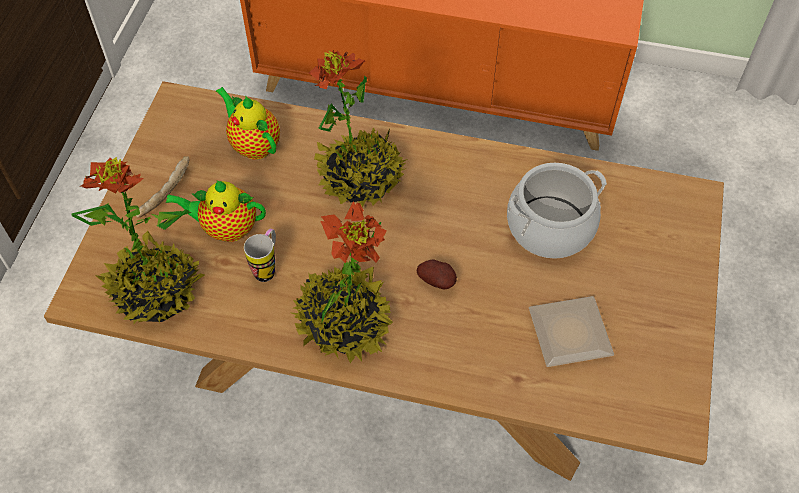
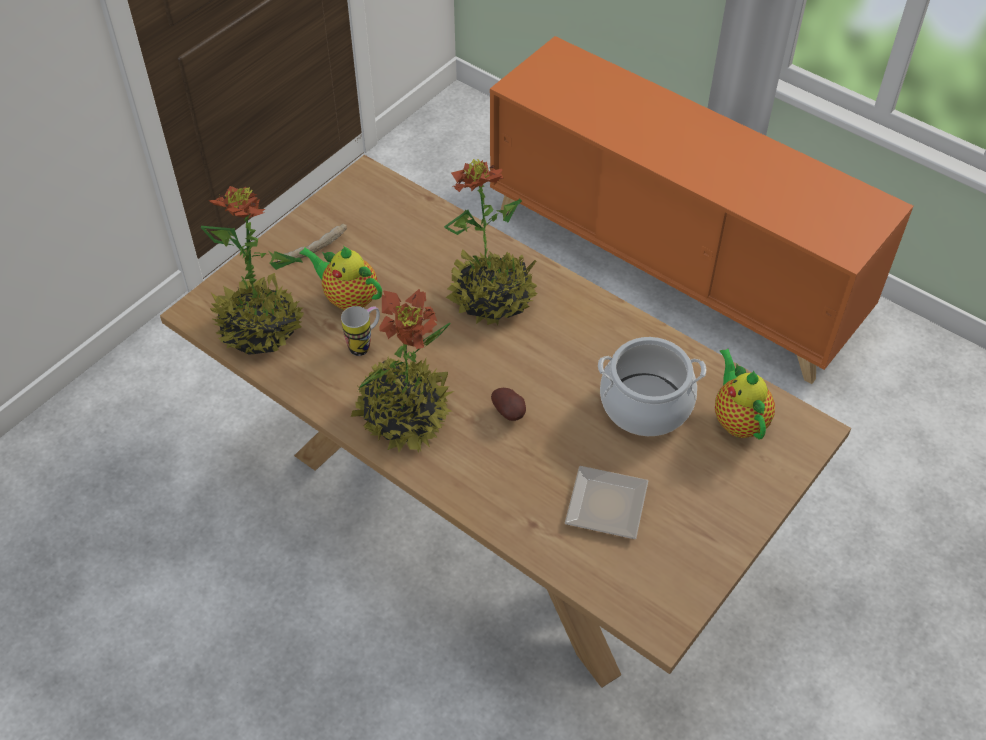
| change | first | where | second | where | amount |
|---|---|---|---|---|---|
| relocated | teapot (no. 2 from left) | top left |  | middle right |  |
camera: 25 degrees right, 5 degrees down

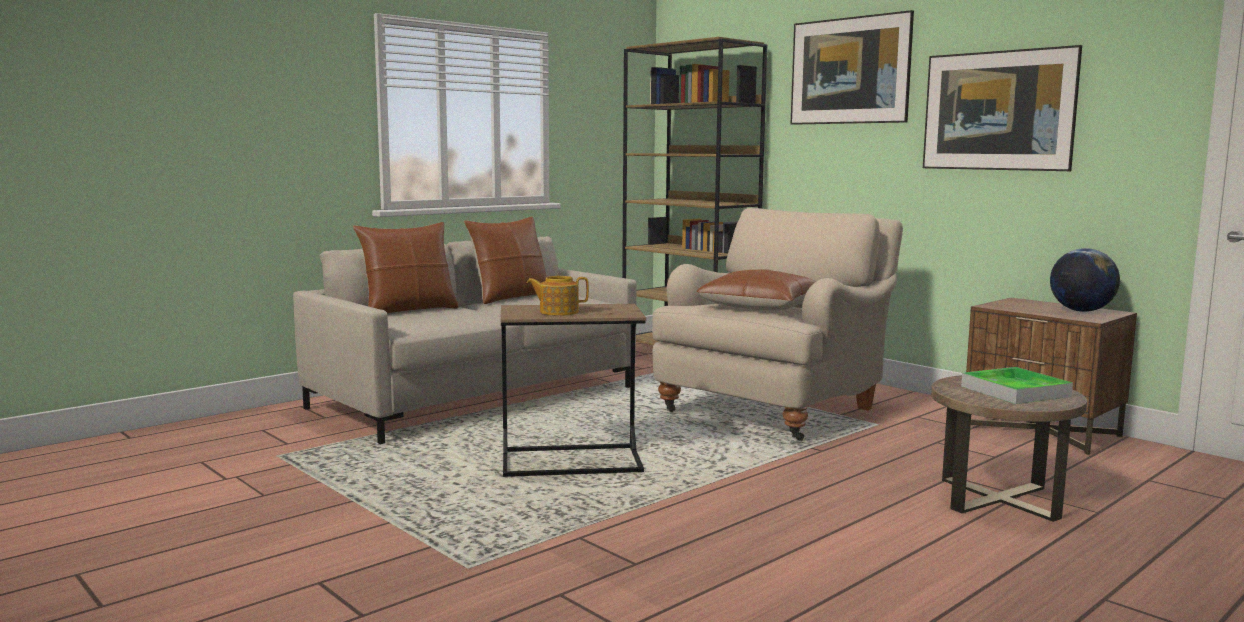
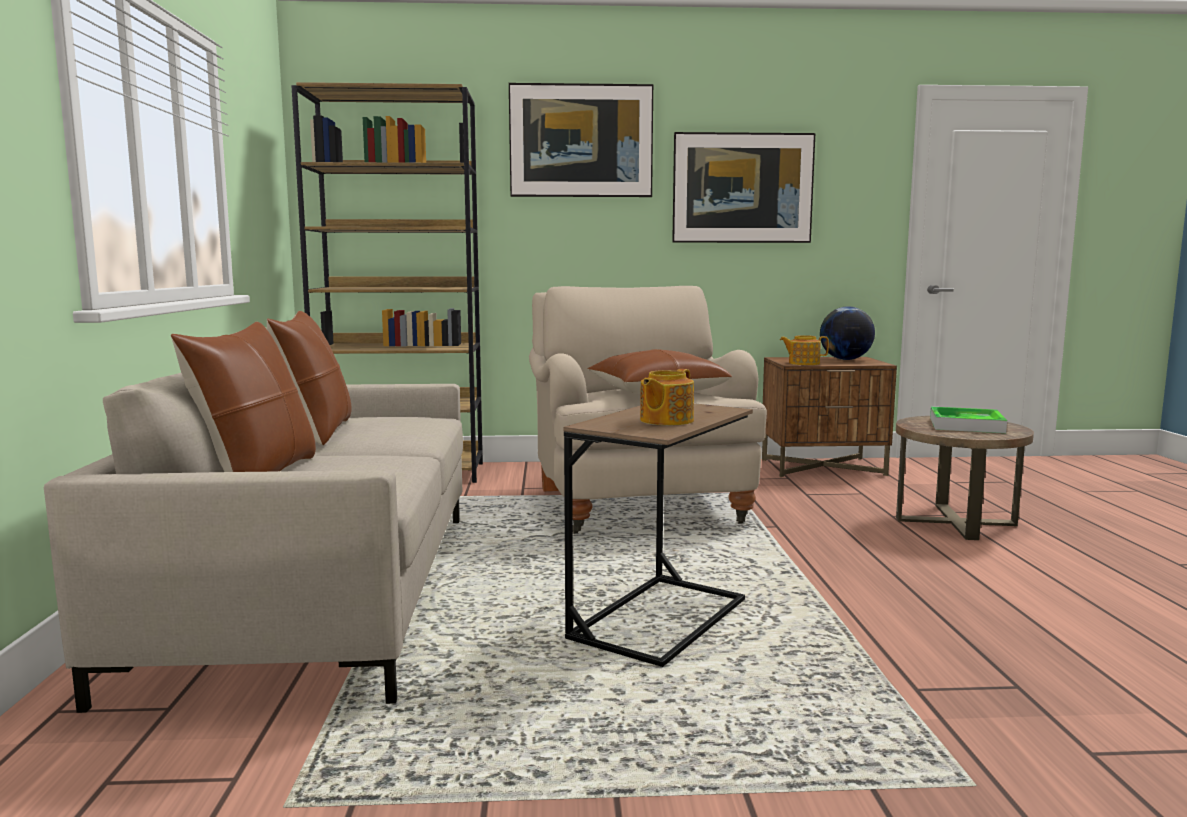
| change | first | where | second | where | amount |
|---|---|---|---|---|---|
| appeared |  |  | teapot (no. 2 from left) | middle right |  |
camera: 50 degrees left, 0 degrees up

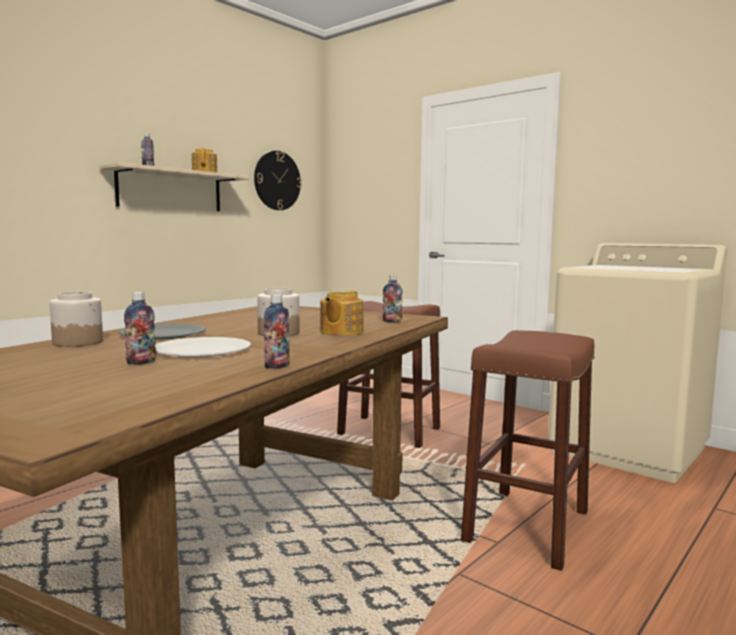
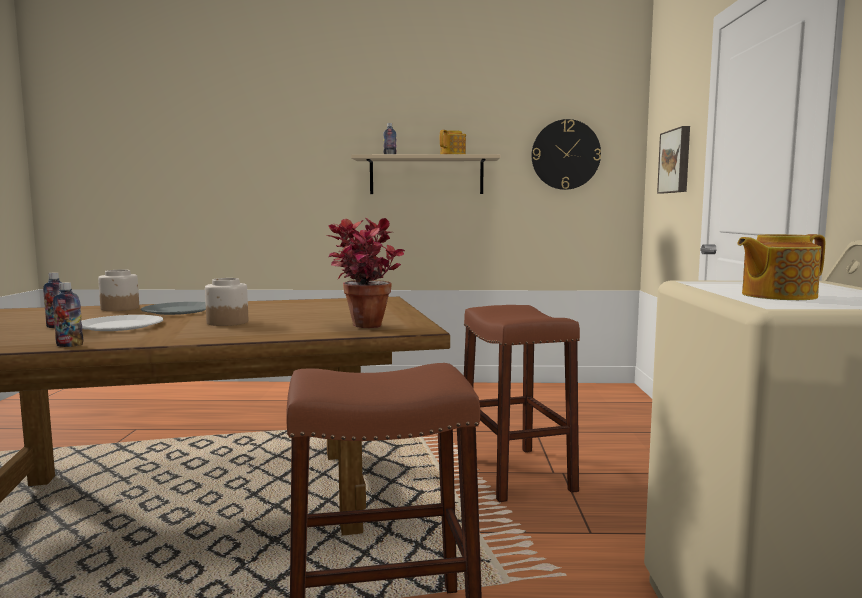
| change | first | where | second | where | amount |
|---|---|---|---|---|---|
| relocated | teapot (no. 2 from left) | centre |  | middle right |  |
| exchanged | drink bottle (no. 4 from left) | centre | potted plant | centre |  |
| appeared |  |  | picture | top right |  |
camera: 50 degrees right, 0 degrees up

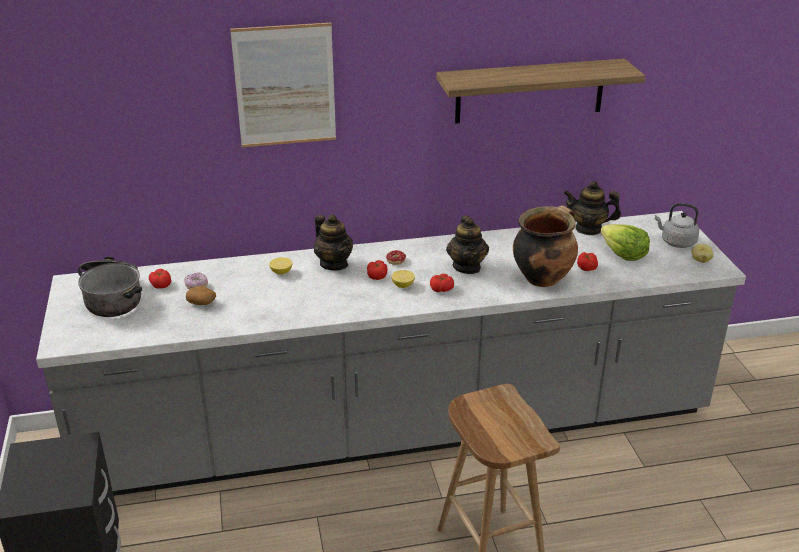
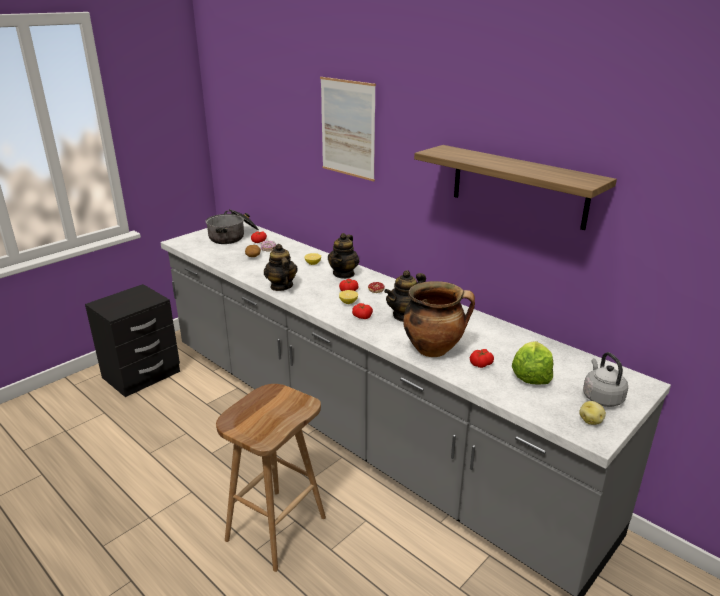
| change | first | where | second | where | amount |
|---|---|---|---|---|---|
| relocated | teapot (no. 3 from left in the first image) | middle right | teapot (no. 1 from left) | centre |  |
camera: 55 degrees right, 5 degrees down

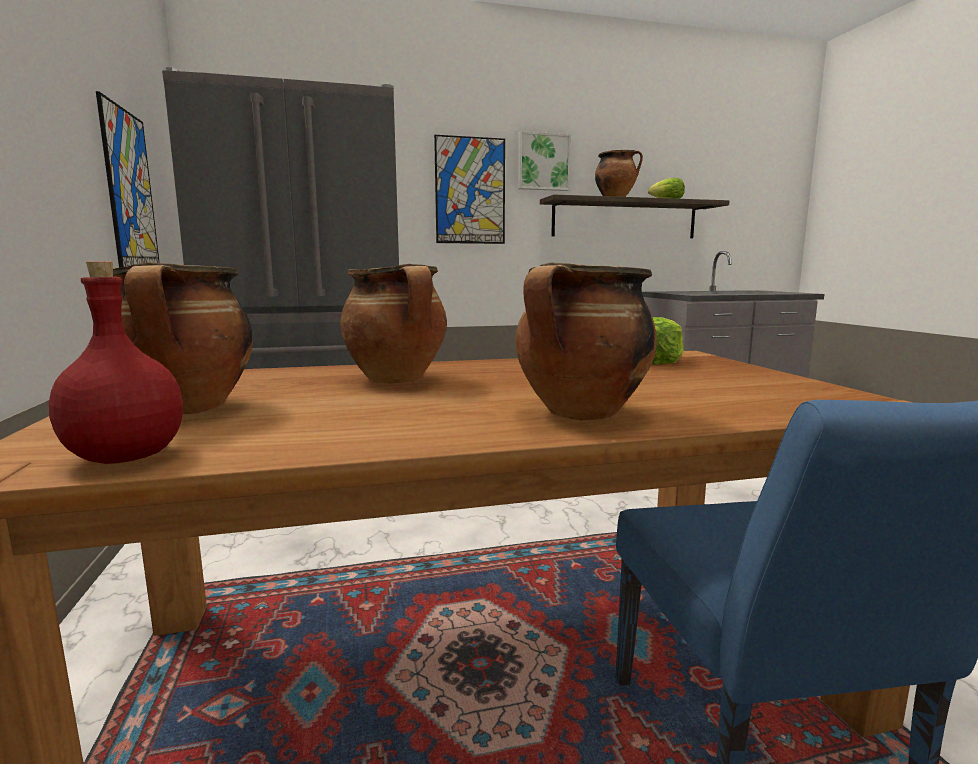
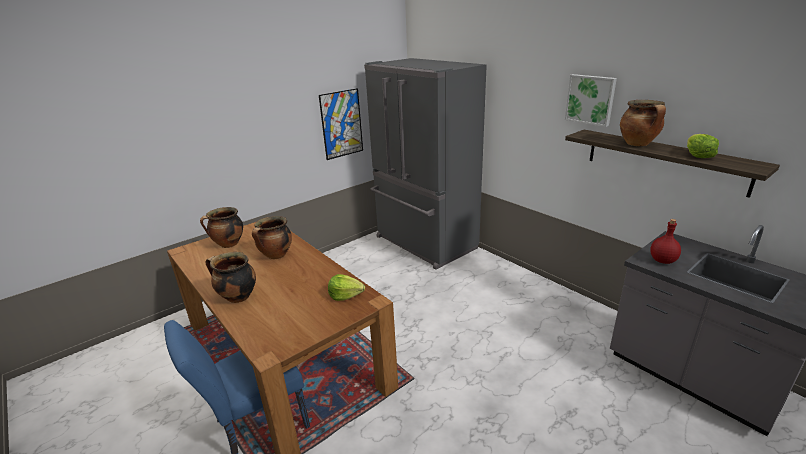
| change | first | where | second | where | amount |
|---|---|---|---|---|---|
| relocated | red-coloured drink bottle | middle left |  | middle right |  |
| missing | picture (no. 2 from left) | top centre |  |  |  |
camera: 65 degrees right, 15 degrees up

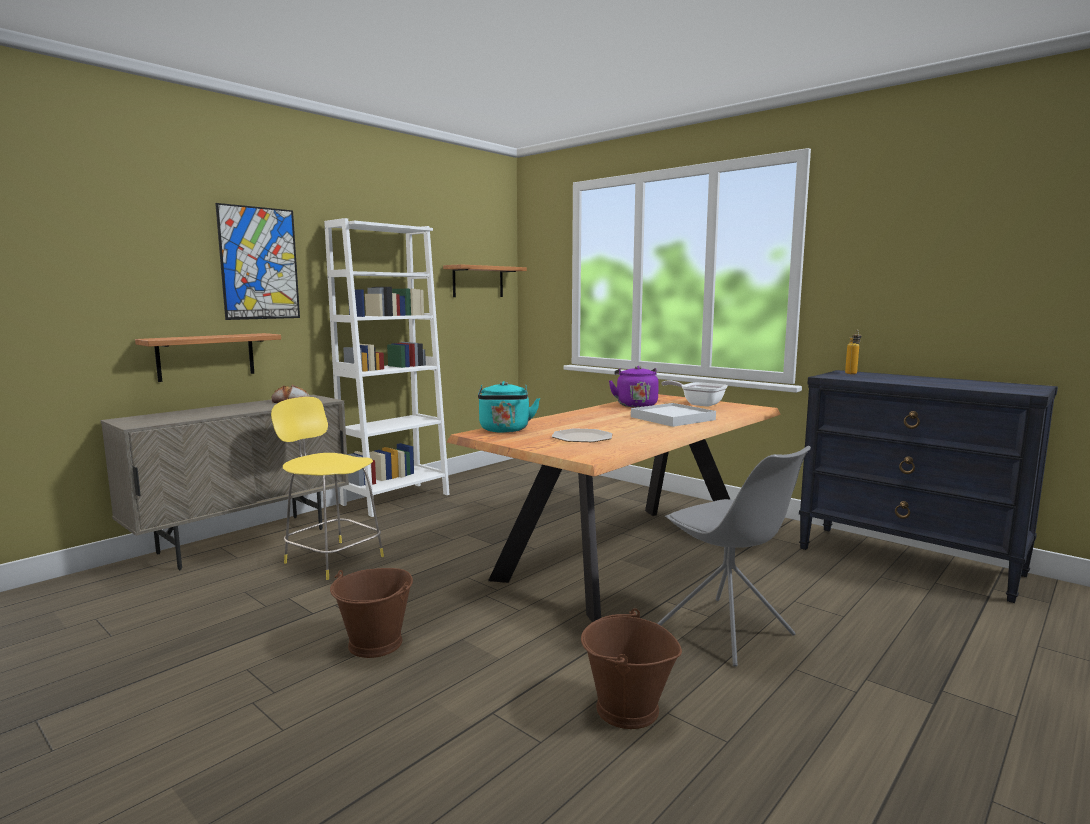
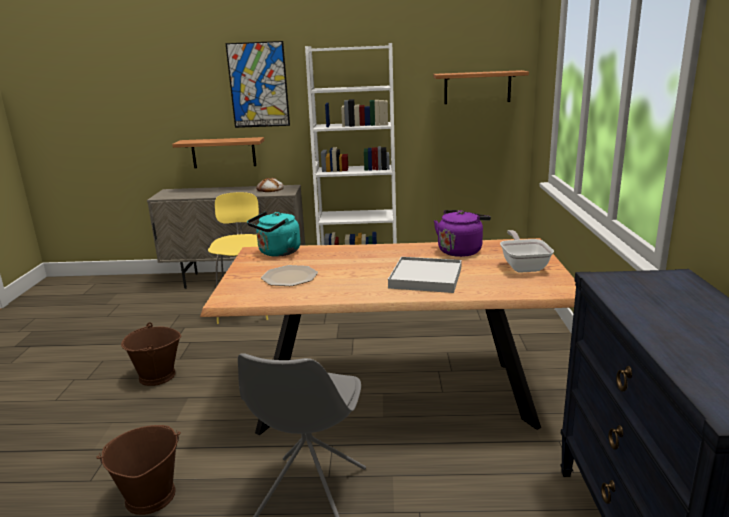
| change | first | where | second | where | amount |
|---|---|---|---|---|---|
| missing | drink bottle | middle right |  |  |  |
camera: 50 degrees right, 10 degrees up

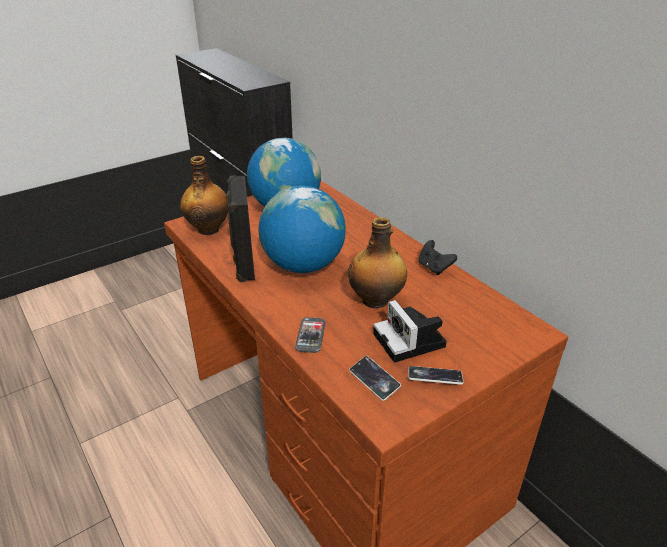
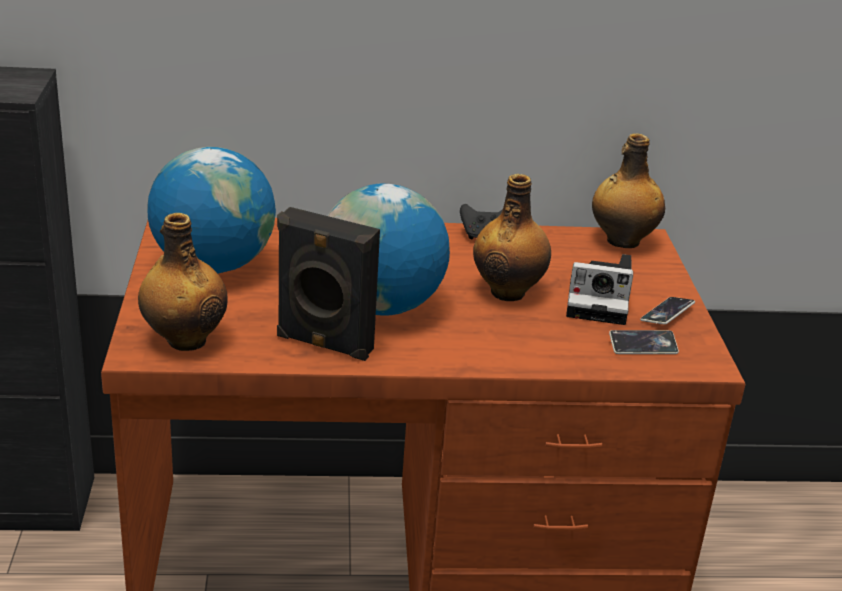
| change | first | where | second | where | amount |
|---|---|---|---|---|---|
| missing | phone (no. 1 from left) | centre |  |  |  |
| appeared |  |  | drink bottle (no. 3 from left) | top right |  |
camera: 60 degrees left, 5 degrees down

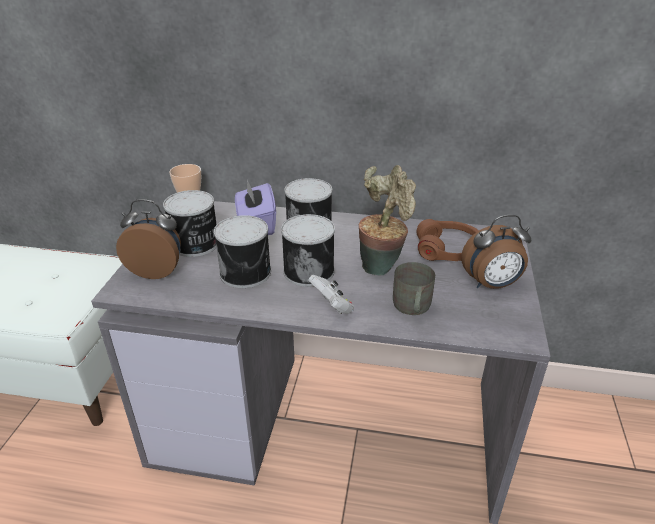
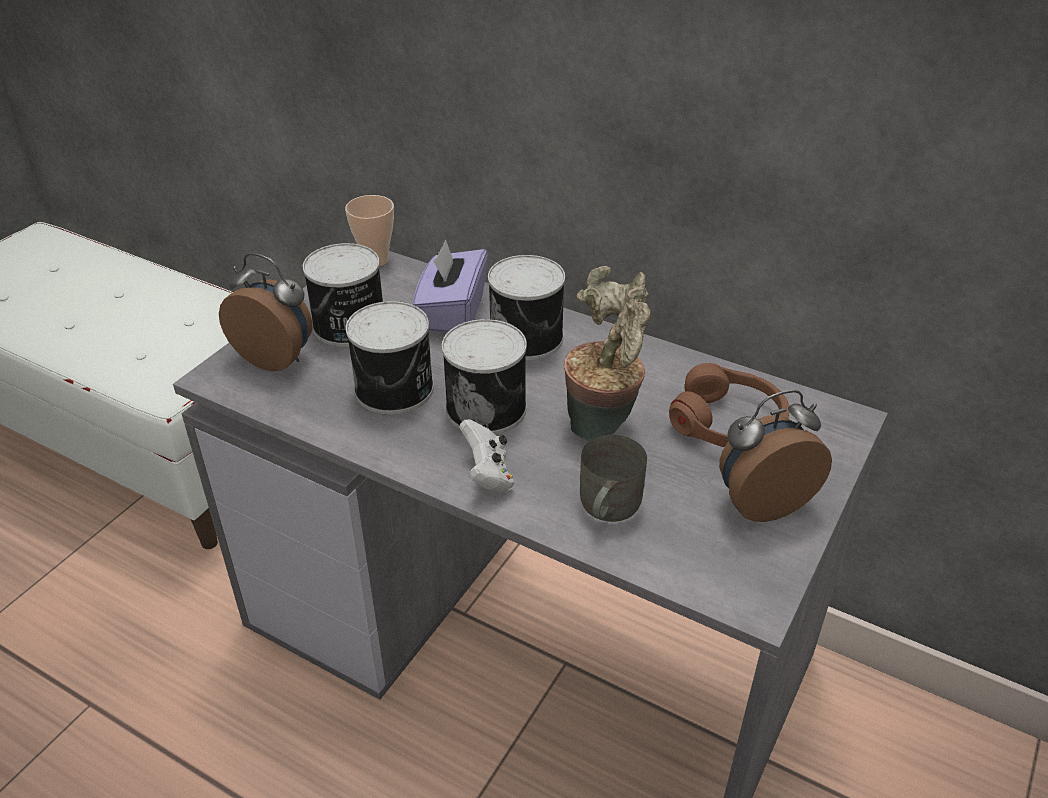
| change | first | where | second | where | amount |
|---|---|---|---|---|---|
| spun | alarm clock (no. 2 from left) | middle right |  | middle right | 150 degrees clockwise |
camera: 20 degrees right, 5 degrees up

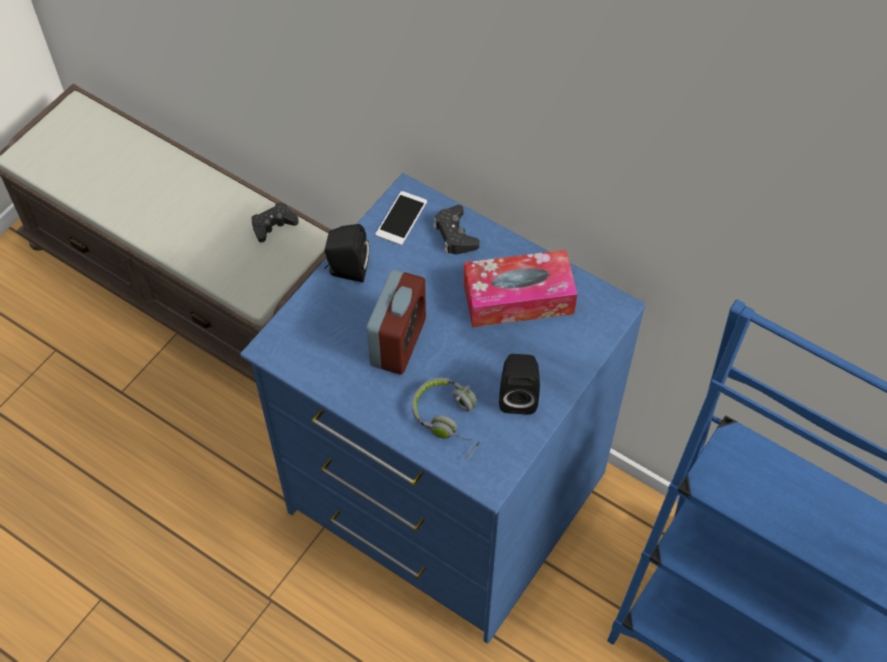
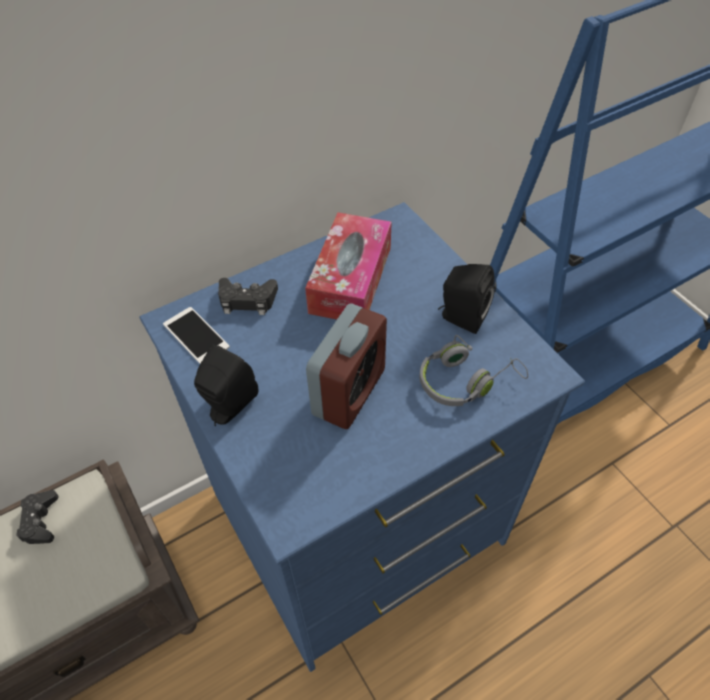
| change | first | where | second | where | amount |
|---|---|---|---|---|---|
| spun | alarm clock | centre |  | centre | 75 degrees clockwise |
camera: 65 degrees left, 5 degrees down

